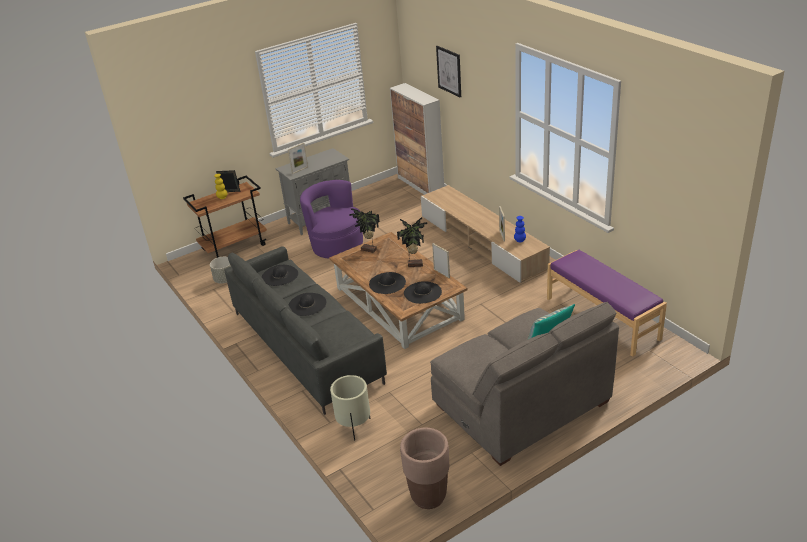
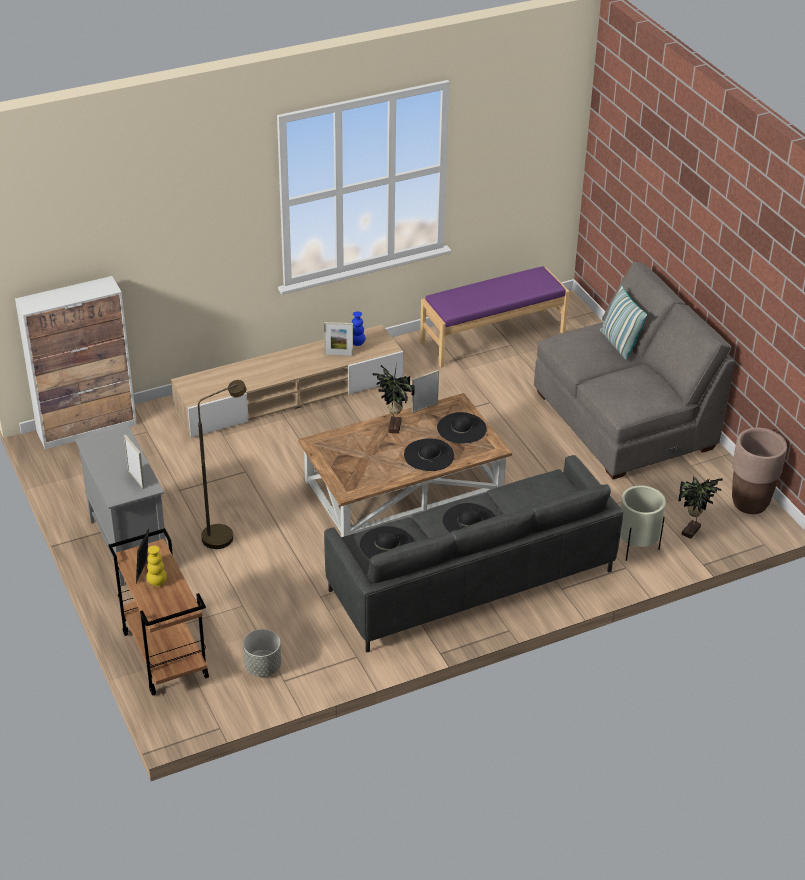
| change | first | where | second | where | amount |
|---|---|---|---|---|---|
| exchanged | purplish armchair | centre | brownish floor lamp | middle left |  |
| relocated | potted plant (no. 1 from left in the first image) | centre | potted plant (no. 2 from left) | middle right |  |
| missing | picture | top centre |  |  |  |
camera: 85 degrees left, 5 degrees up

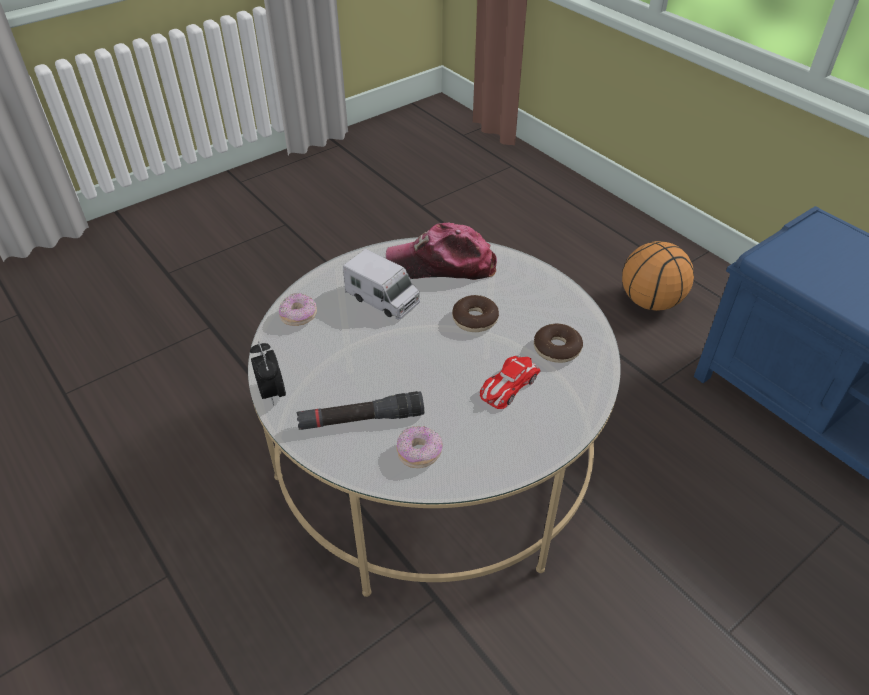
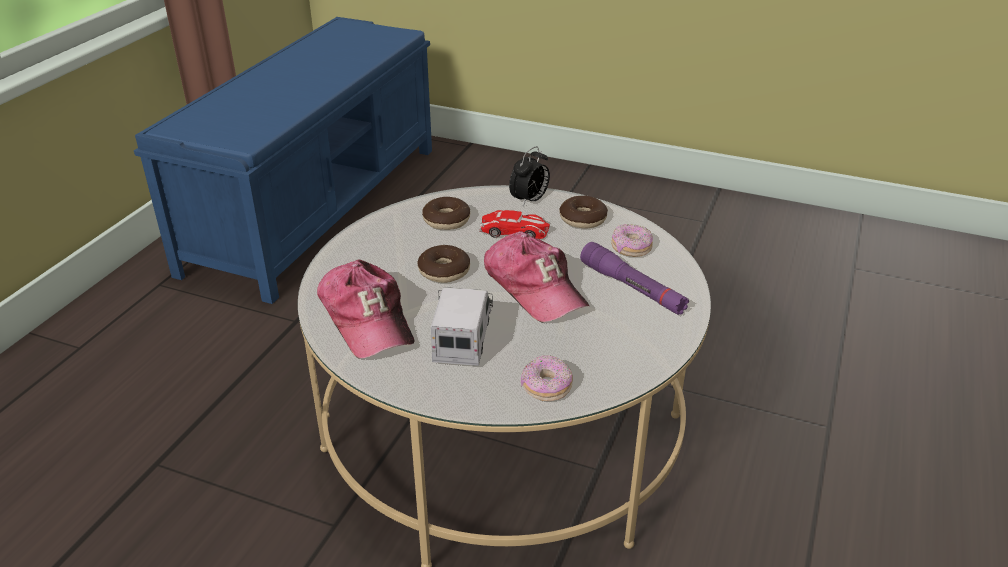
| change | first | where | second | where | amount |
|---|---|---|---|---|---|
| relocated | alarm clock | middle left |  | top centre |  |
| colour | black hand torch | centre | purplish hand torch | centre |  |
| missing | ball for basketball | middle right |  |  |  |
| appeared |  |  | cap (no. 2 from left) | centre |  |
| appeared |  |  | doughnut (no. 4 from left) | centre |  |
camera: 120 degrees left, 10 degrees down

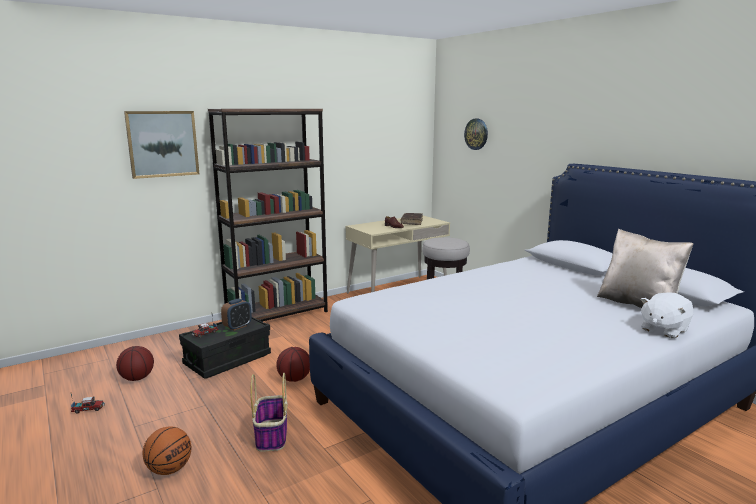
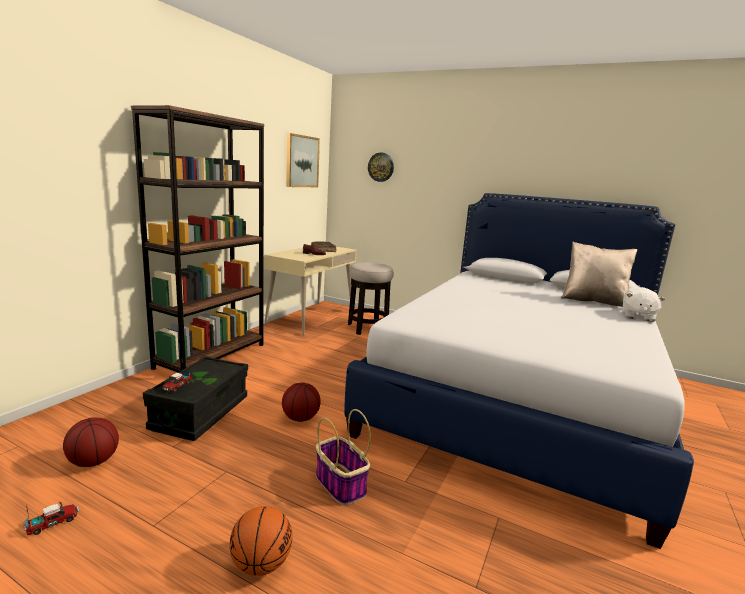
| change | first | where | second | where | amount |
|---|---|---|---|---|---|
| relocated | picture | top left |  | top centre |  |
| missing | alarm clock | middle left |  |  |  |
camera: 30 degrees left, 0 degrees up

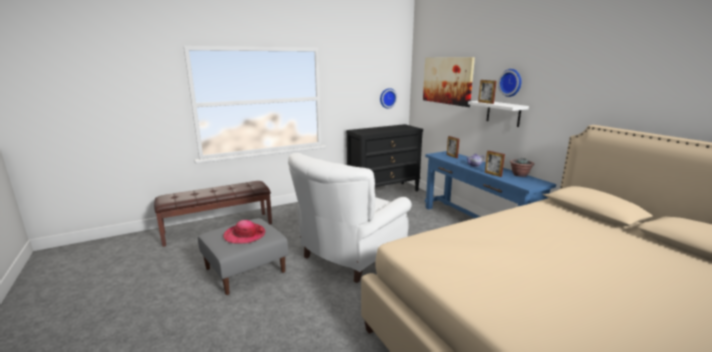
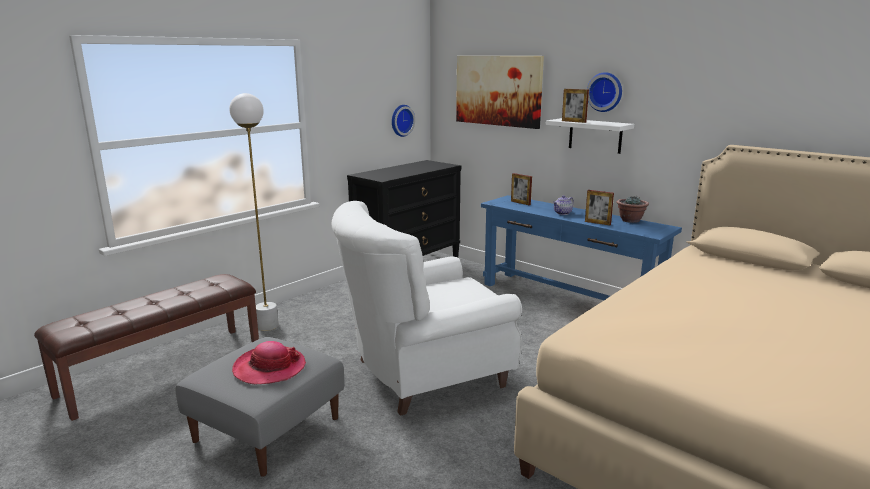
| change | first | where | second | where | amount |
|---|---|---|---|---|---|
| spun | whitish armchair | centre |  | centre | 45 degrees clockwise |
| appeared |  |  | whitish floor lamp | middle left |  |
camera: 20 degrees left, 0 degrees up

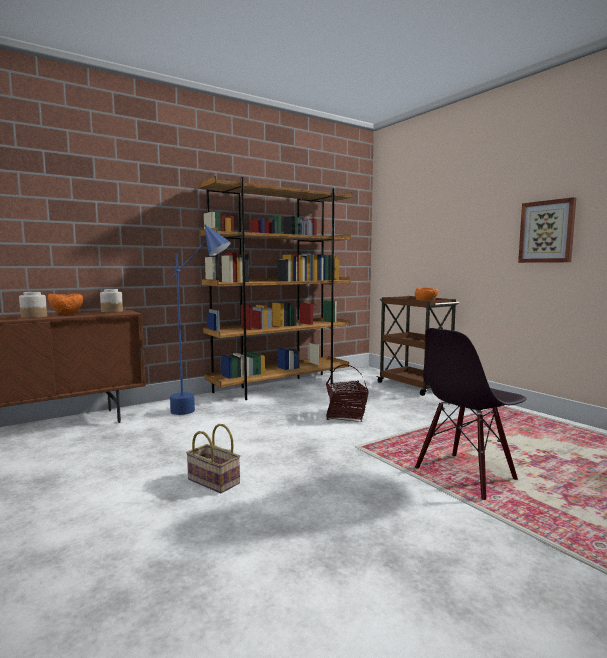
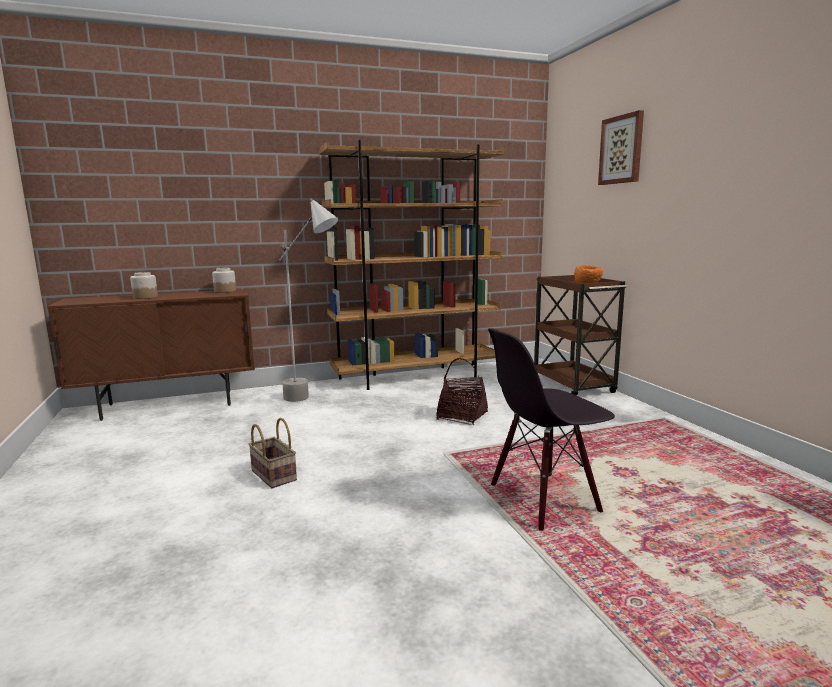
| change | first | where | second | where | amount |
|---|---|---|---|---|---|
| missing | orangey deep dish (no. 1 from left) | middle left |  |  |  |
| colour | blue floor lamp | middle left | gray floor lamp | centre |  |
| relocated | picture | middle right |  | top right |  |
camera: 15 degrees right, 5 degrees up

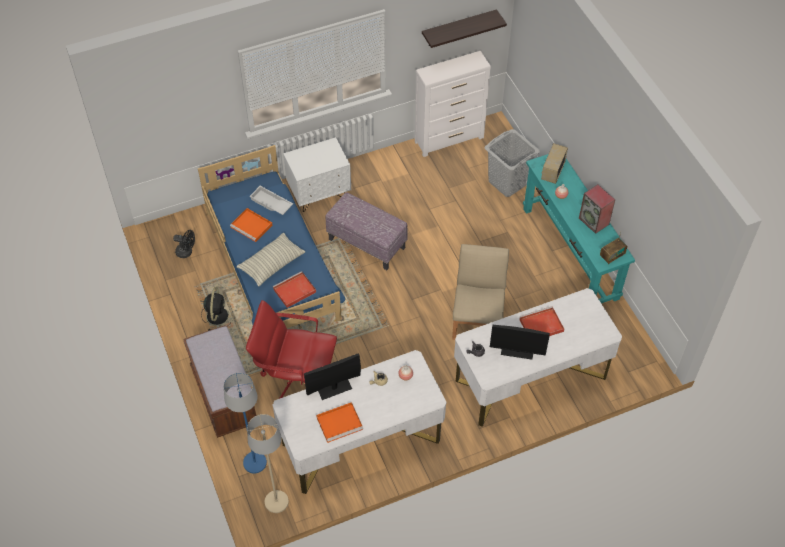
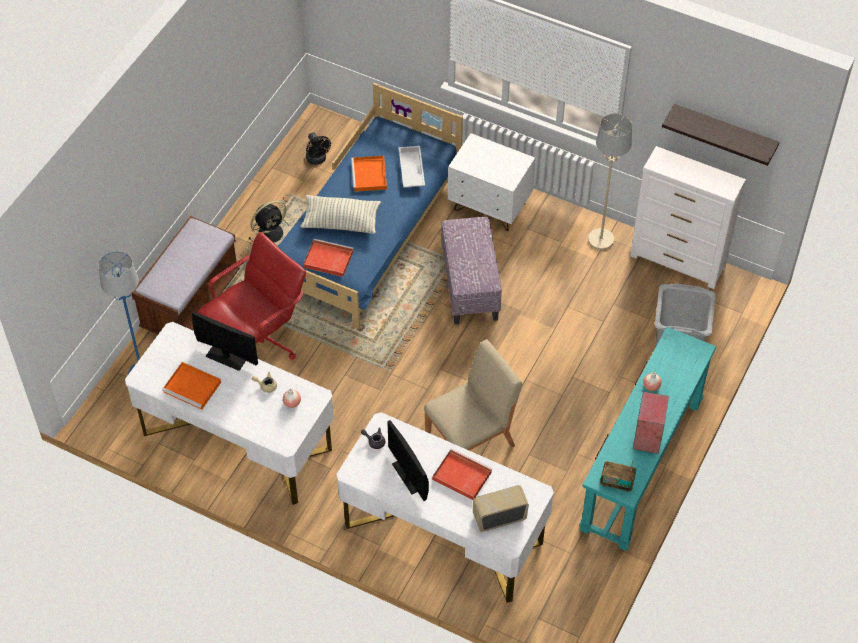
| change | first | where | second | where | amount |
|---|---|---|---|---|---|
| spun | red-coloured desk chair | centre |  | middle left | 75 degrees clockwise |
| relocated | sand-coloured floor lamp | bottom centre |  | top right |  |
| relocated | radio (no. 1 from left) | top right |  | bottom centre |  |
camera: 50 degrees right, 0 degrees up

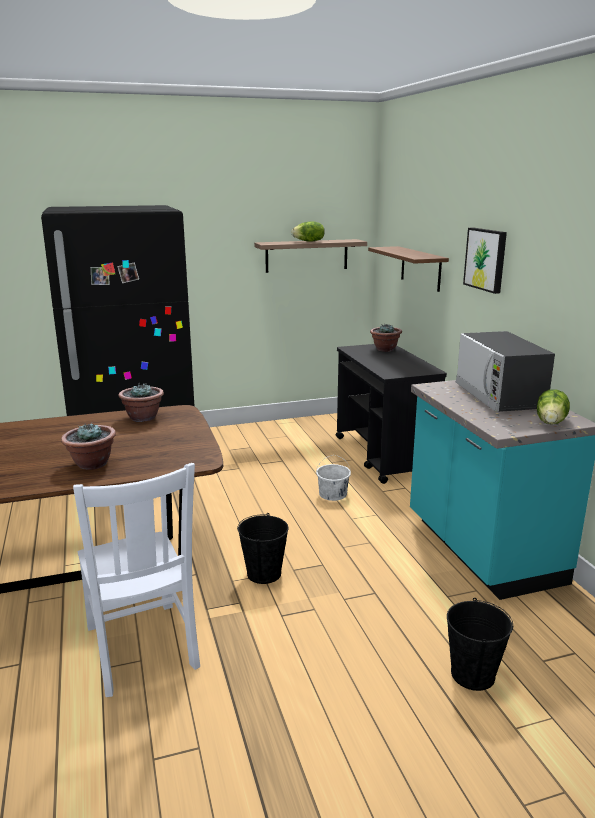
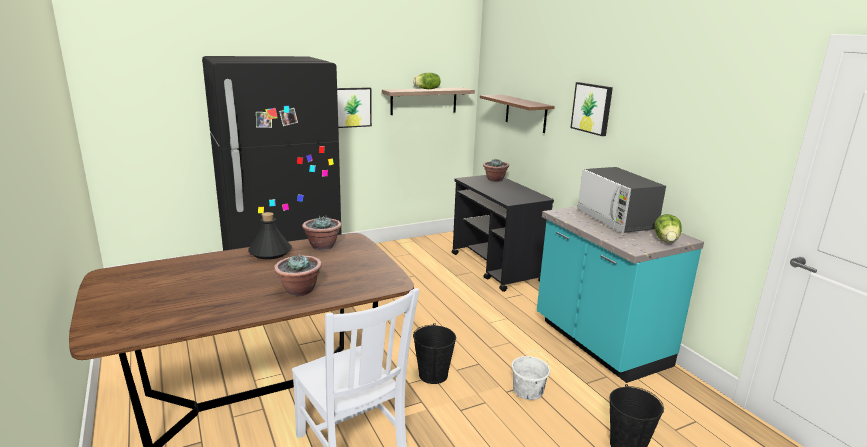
| change | first | where | second | where | amount |
|---|---|---|---|---|---|
| relocated | whitish pail | centre |  | bottom centre |  |
| appeared |  |  | black drink bottle | middle left |  |
| appeared |  |  | picture (no. 1 from left) | top centre |  |
camera: 10 degrees left, 0 degrees up

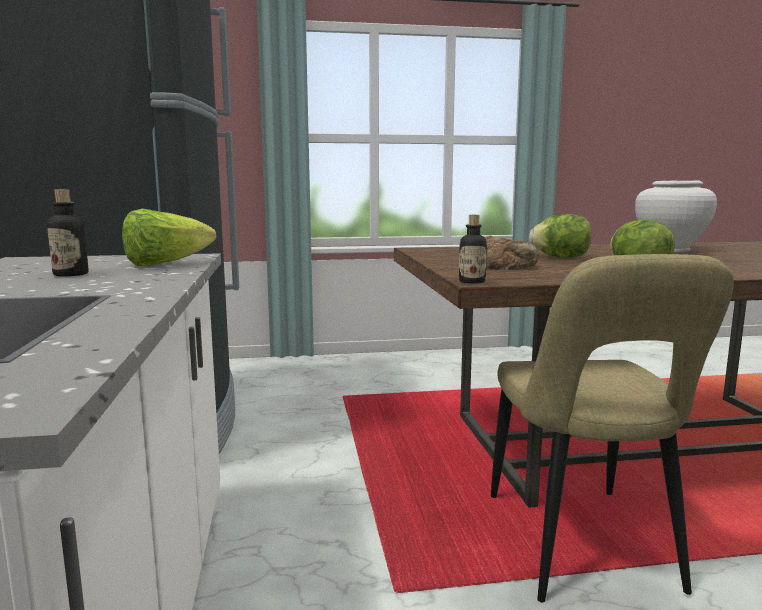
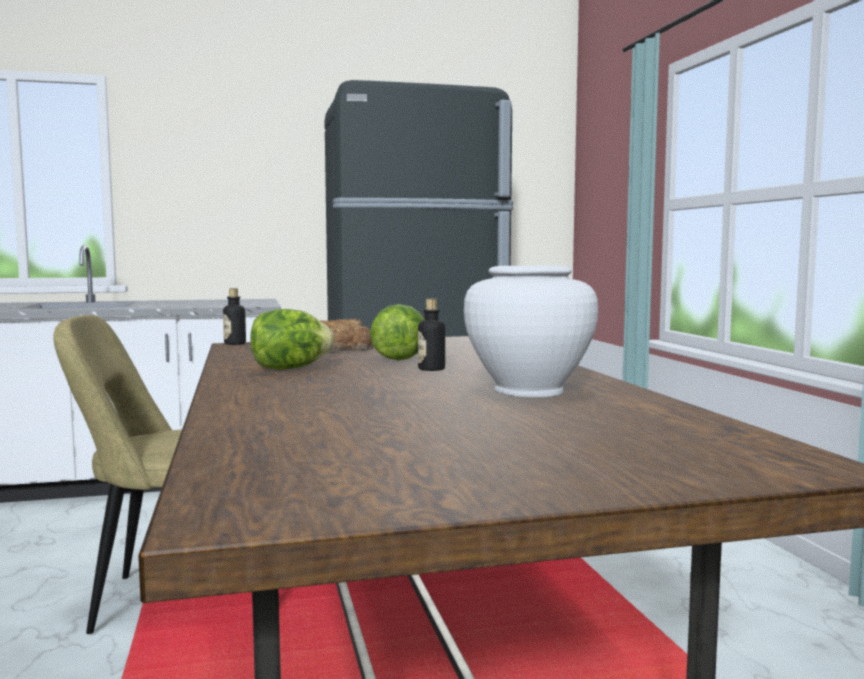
| change | first | where | second | where | amount |
|---|---|---|---|---|---|
| relocated | drink bottle (no. 1 from left in the first image) | middle left | drink bottle (no. 2 from left) | centre |  |
| missing | head of lettuce (no. 1 from left) | middle left |  |  |  |
camera: 85 degrees right, 5 degrees down

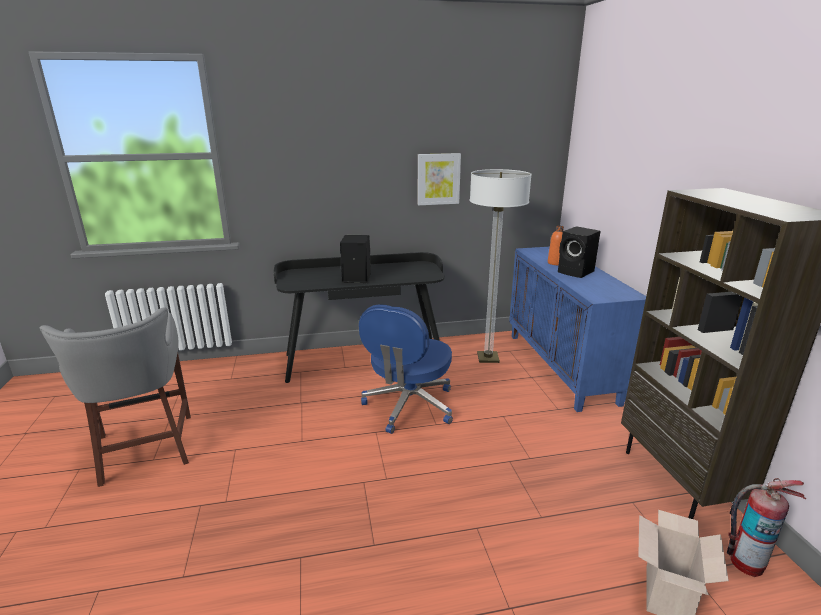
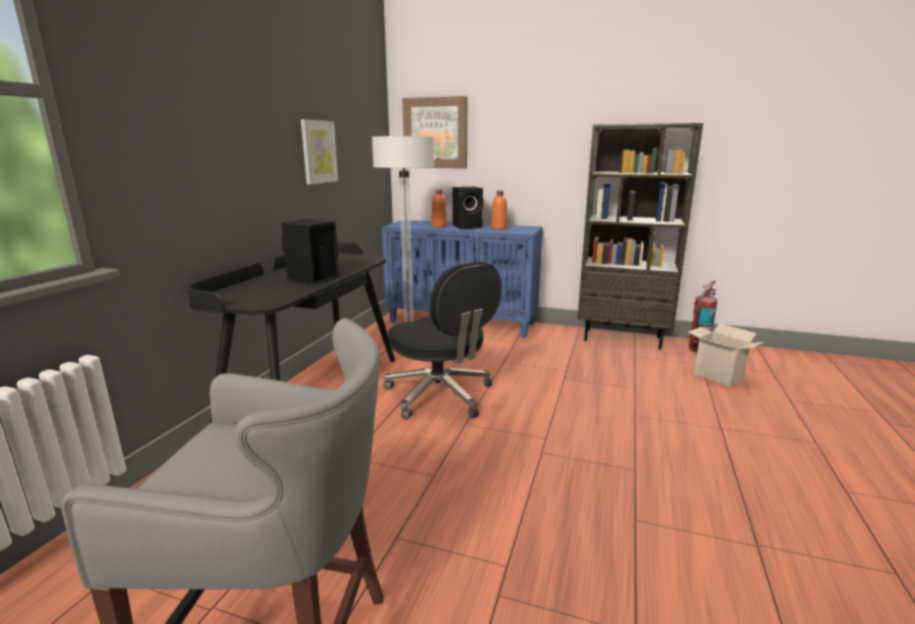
| change | first | where | second | where | amount |
|---|---|---|---|---|---|
| colour | blue desk chair | centre | black desk chair | centre |  |
| appeared |  |  | picture (no. 2 from left) | top centre |  |
| appeared |  |  | orangey drink bottle (no. 2 from left) | centre |  |
camera: 60 degrees left, 5 degrees down

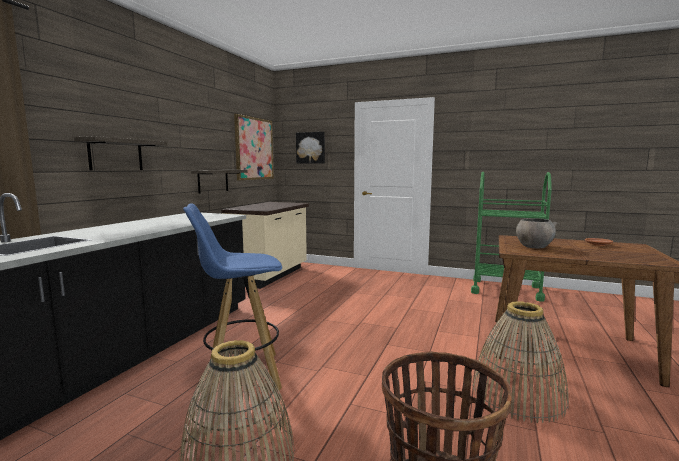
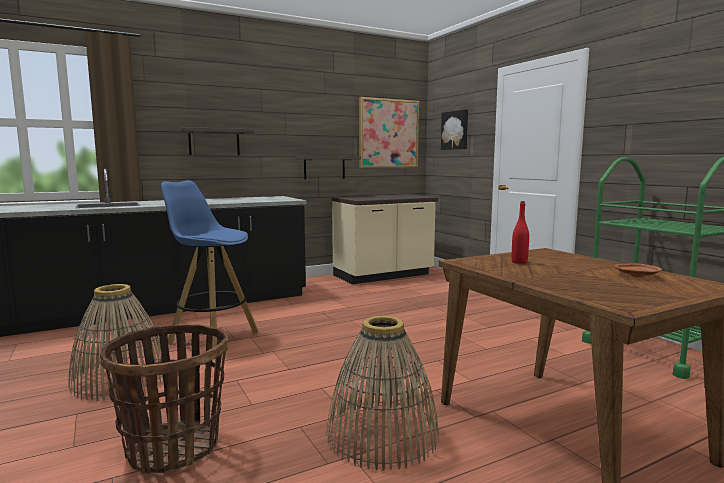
| change | first | where | second | where | amount |
|---|---|---|---|---|---|
| exchanged | gray deep dish | middle right | red-coloured drink bottle | middle right |  |
camera: 40 degrees right, 0 degrees up

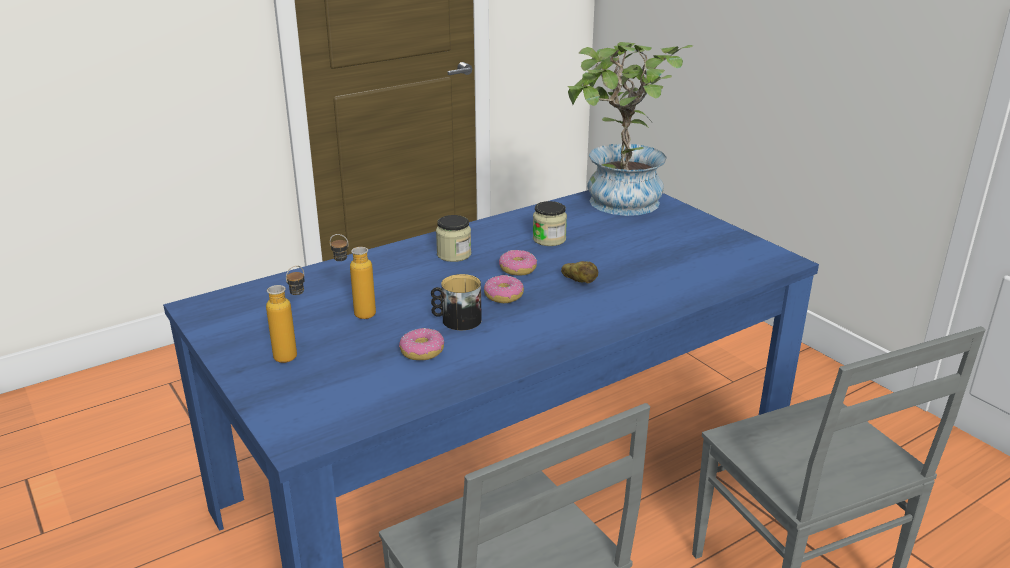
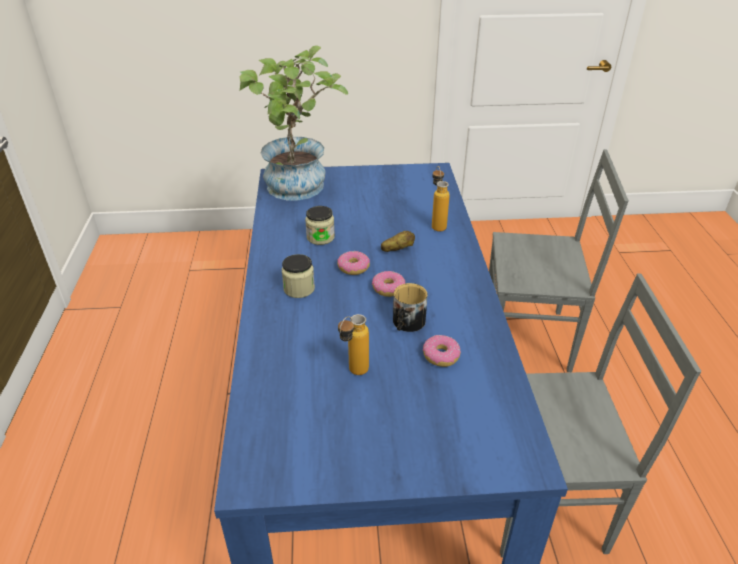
| change | first | where | second | where | amount |
|---|---|---|---|---|---|
| relocated | drink bottle (no. 1 from left in the first image) | middle left | drink bottle (no. 2 from left) | centre |  |
camera: 60 degrees left, 10 degrees up

